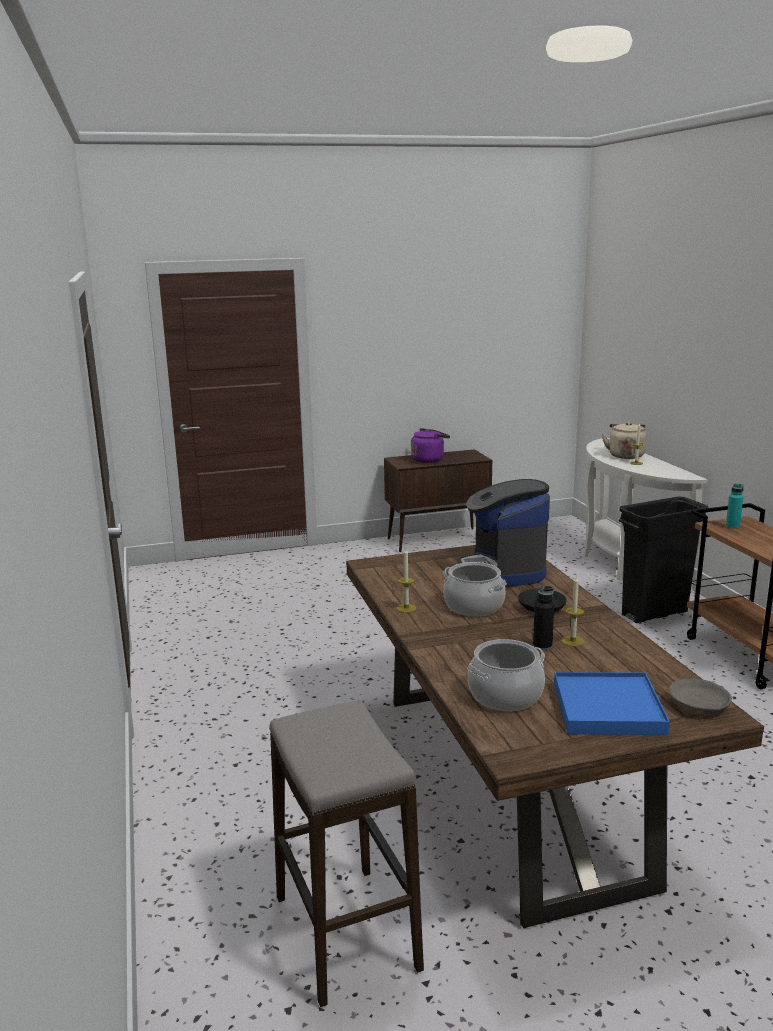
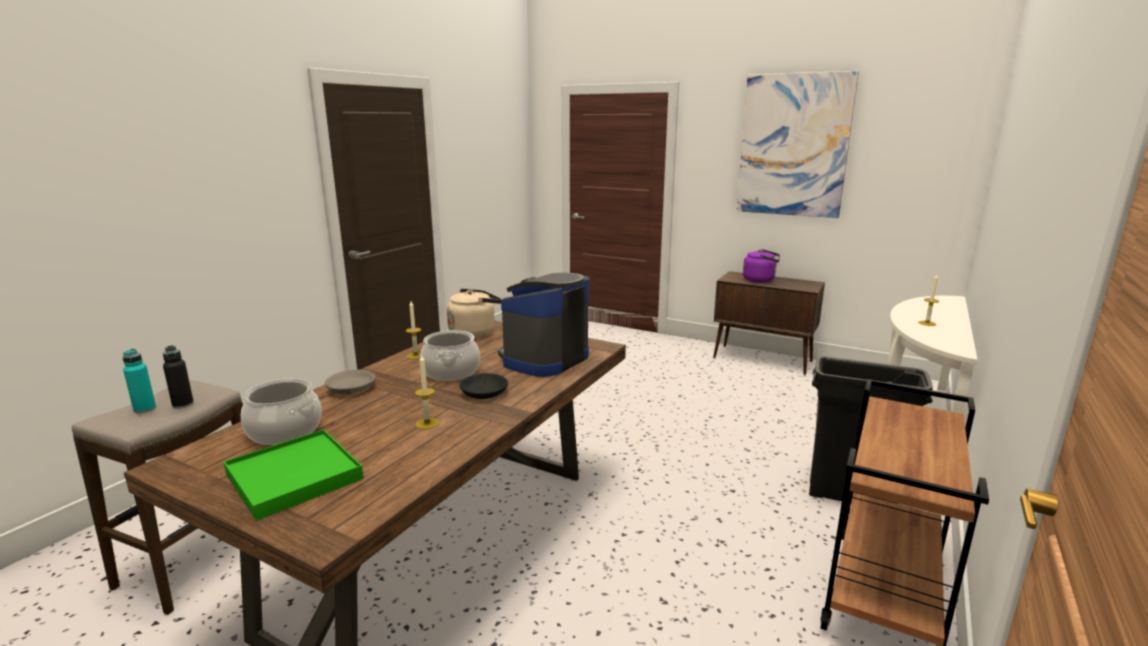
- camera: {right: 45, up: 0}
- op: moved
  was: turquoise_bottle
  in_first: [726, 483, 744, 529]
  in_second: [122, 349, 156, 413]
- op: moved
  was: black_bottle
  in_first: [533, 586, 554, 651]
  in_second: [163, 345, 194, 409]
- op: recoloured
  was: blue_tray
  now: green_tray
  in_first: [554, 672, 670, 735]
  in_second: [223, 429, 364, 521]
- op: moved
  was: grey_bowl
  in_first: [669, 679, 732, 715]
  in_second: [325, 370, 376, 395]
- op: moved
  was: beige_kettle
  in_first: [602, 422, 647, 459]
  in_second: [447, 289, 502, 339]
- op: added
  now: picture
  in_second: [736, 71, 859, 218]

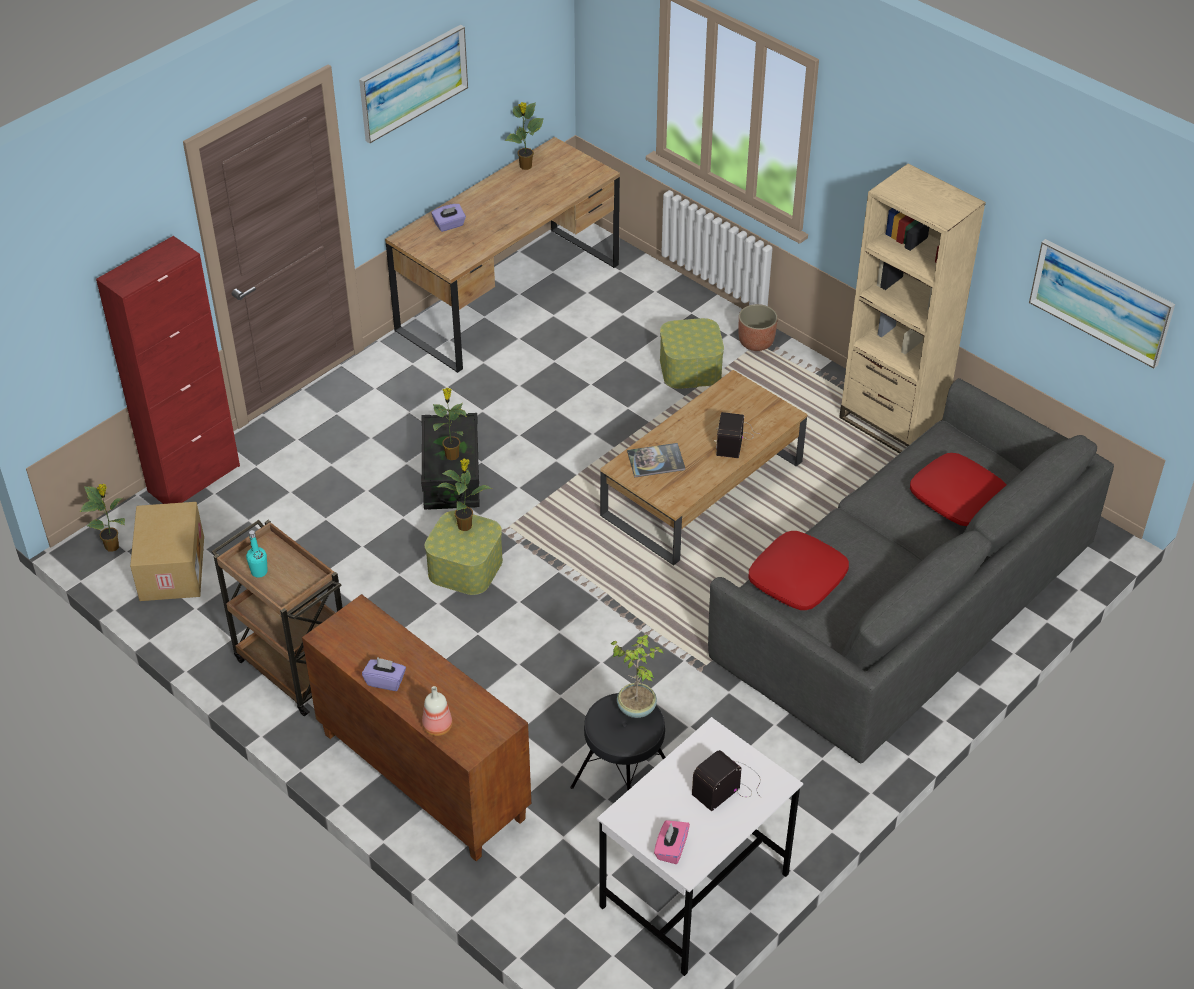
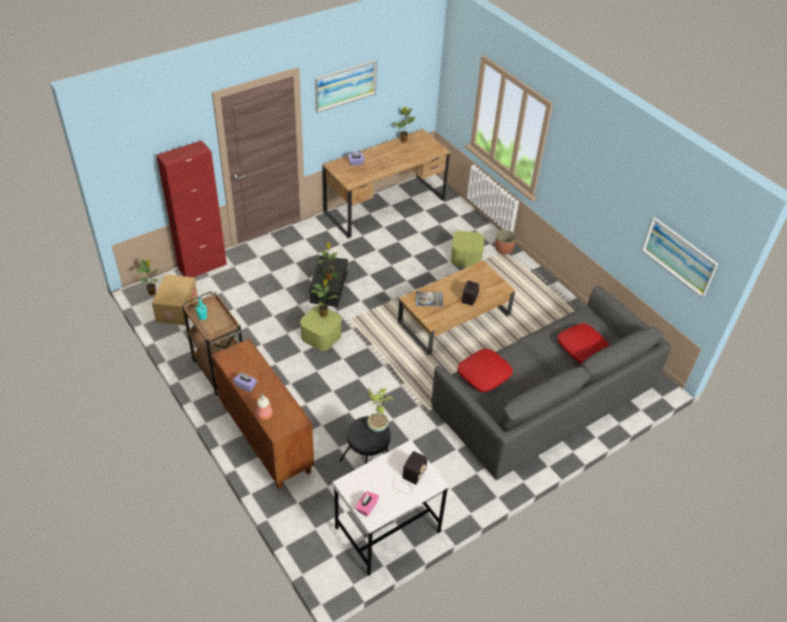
- camera: {right: 10, up: 0}
- op: turned
  was: radio
  in_first: [692, 750, 762, 811]
  in_second: [390, 451, 428, 494]
  clockwise: 150
- op: removed
  was: beige_bookcase
  in_first: [839, 163, 986, 454]

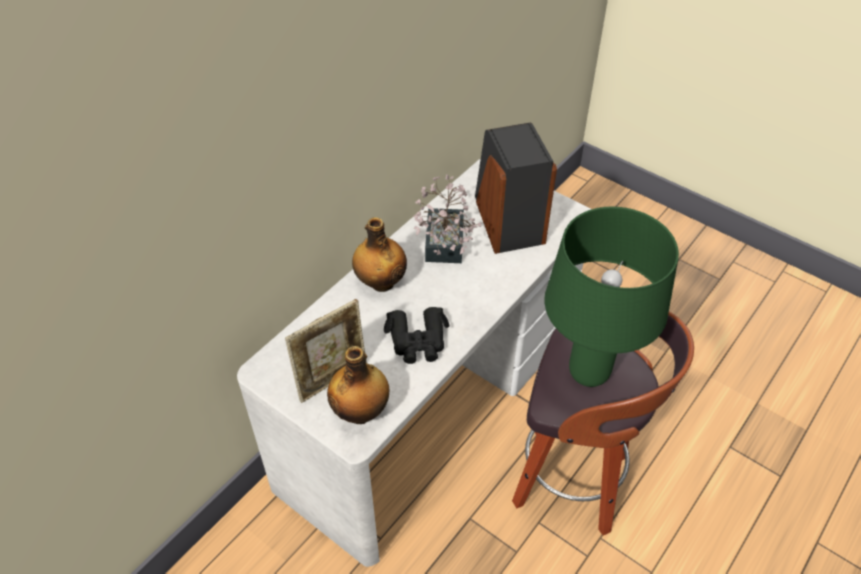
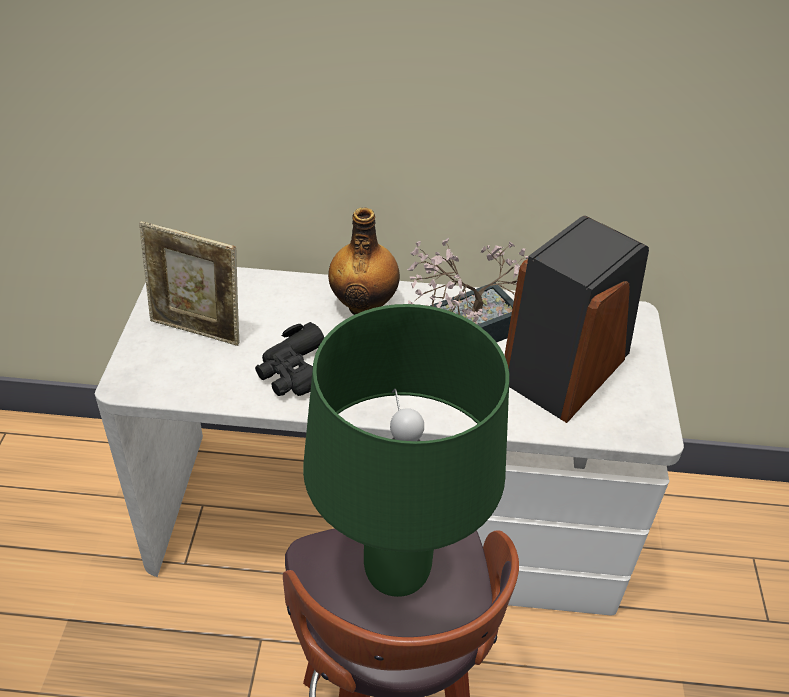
- camera: {right: 55, up: -5}
- op: removed
  was: bottle
  in_first: [327, 346, 389, 424]

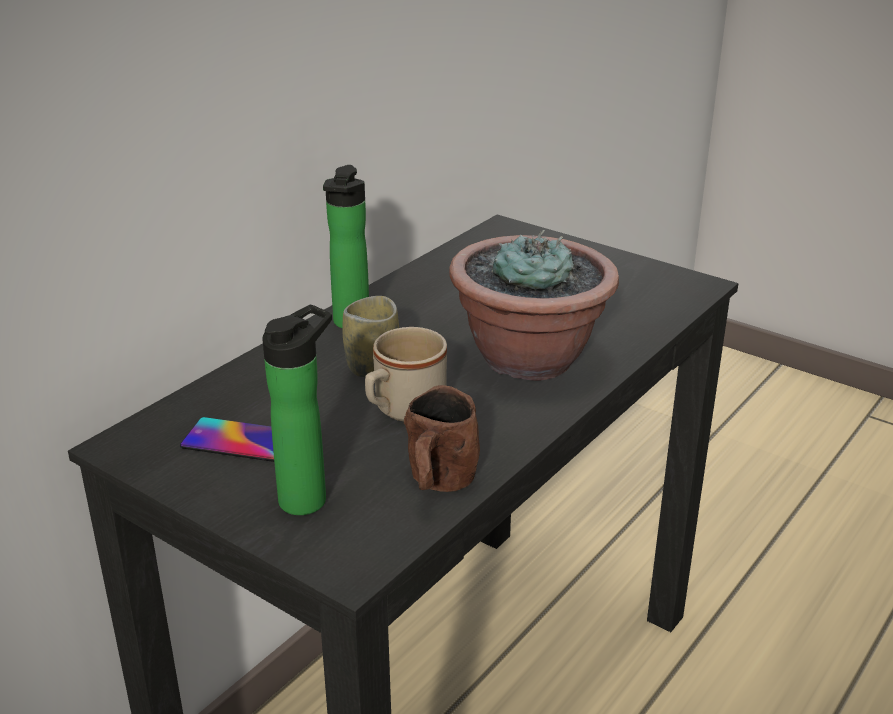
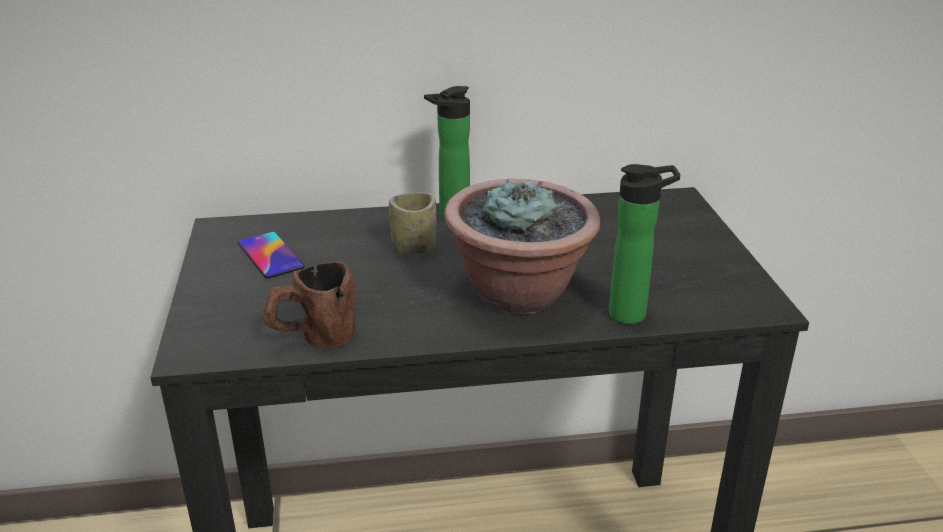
- camera: {right: 45, up: 0}
- op: moved
  was: bottle
  in_first: [262, 305, 332, 515]
  in_second: [609, 164, 680, 324]
- op: removed
  was: beige_mug
  in_first: [365, 327, 447, 421]

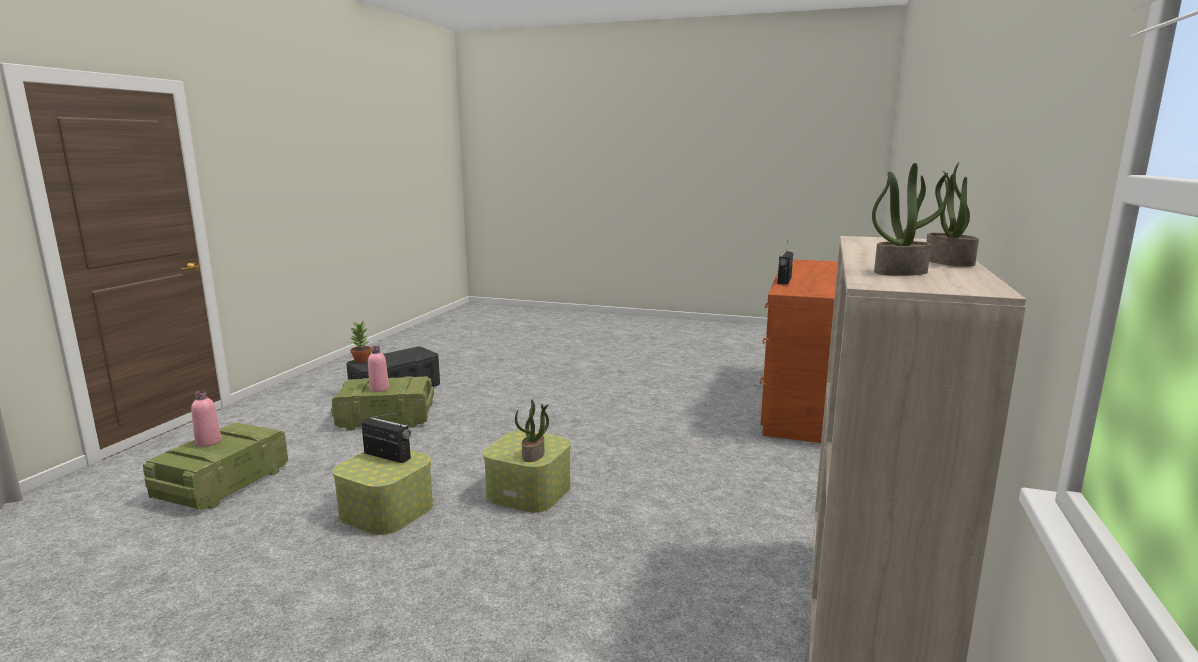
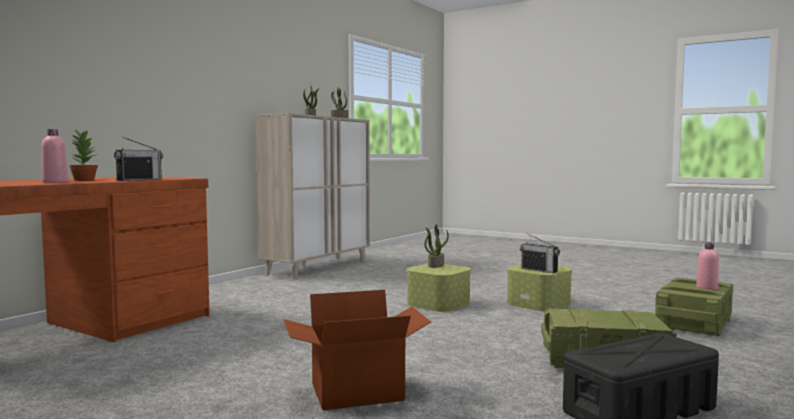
- camera: {right: -165, up: -10}
- op: moved
  was: pink_bottle
  in_first: [368, 346, 389, 392]
  in_second: [41, 129, 68, 183]
- op: moved
  was: potted_plant
  in_first: [350, 321, 372, 363]
  in_second: [69, 129, 98, 181]
- op: added
  now: cardboard_box
  in_second: [284, 290, 431, 410]

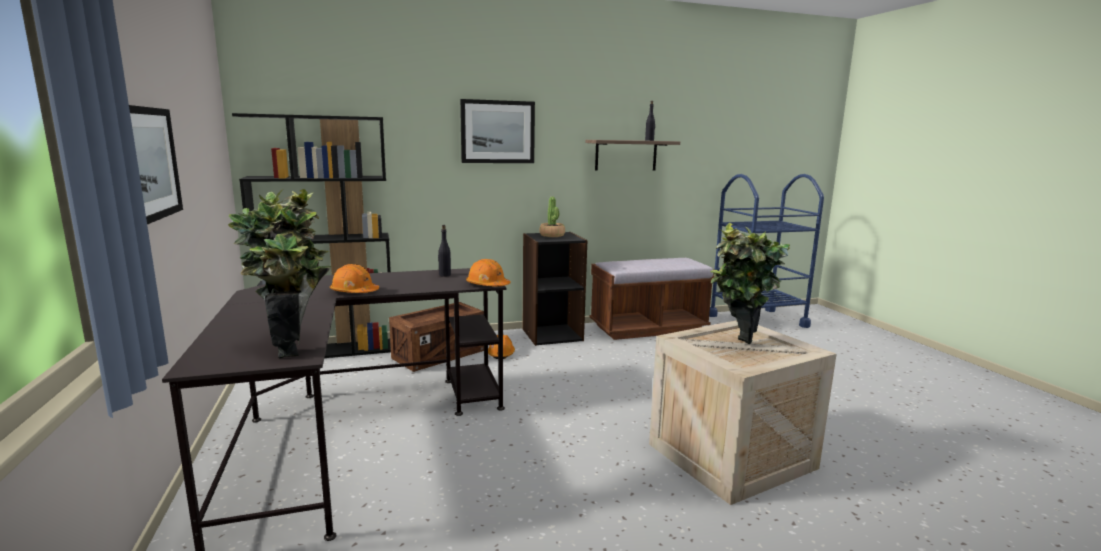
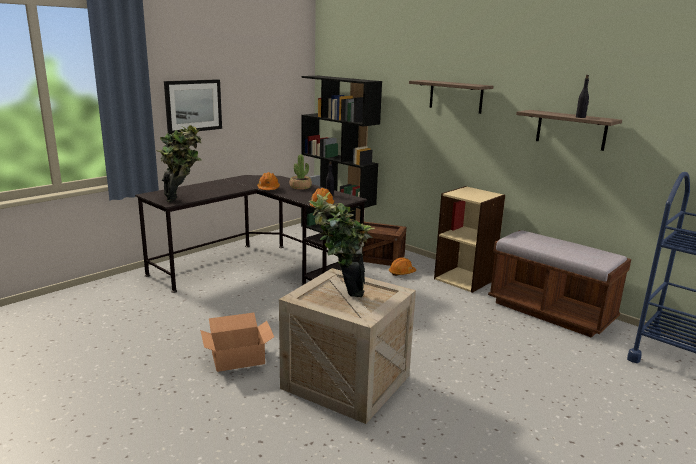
- camera: {right: 60, up: 5}
- op: added
  now: cardboard_box
  in_second: [200, 313, 274, 372]
- op: moved
  was: potted_plant
  in_first: [539, 197, 565, 237]
  in_second: [289, 154, 312, 190]
- op: replaced
  was: picture
  now: shelf
  in_first: [460, 99, 535, 163]
  in_second: [409, 80, 493, 114]
- op: recoloured
  was: black_bookcase
  now: beige_bookcase
  in_first: [523, 232, 587, 346]
  in_second: [434, 186, 505, 293]

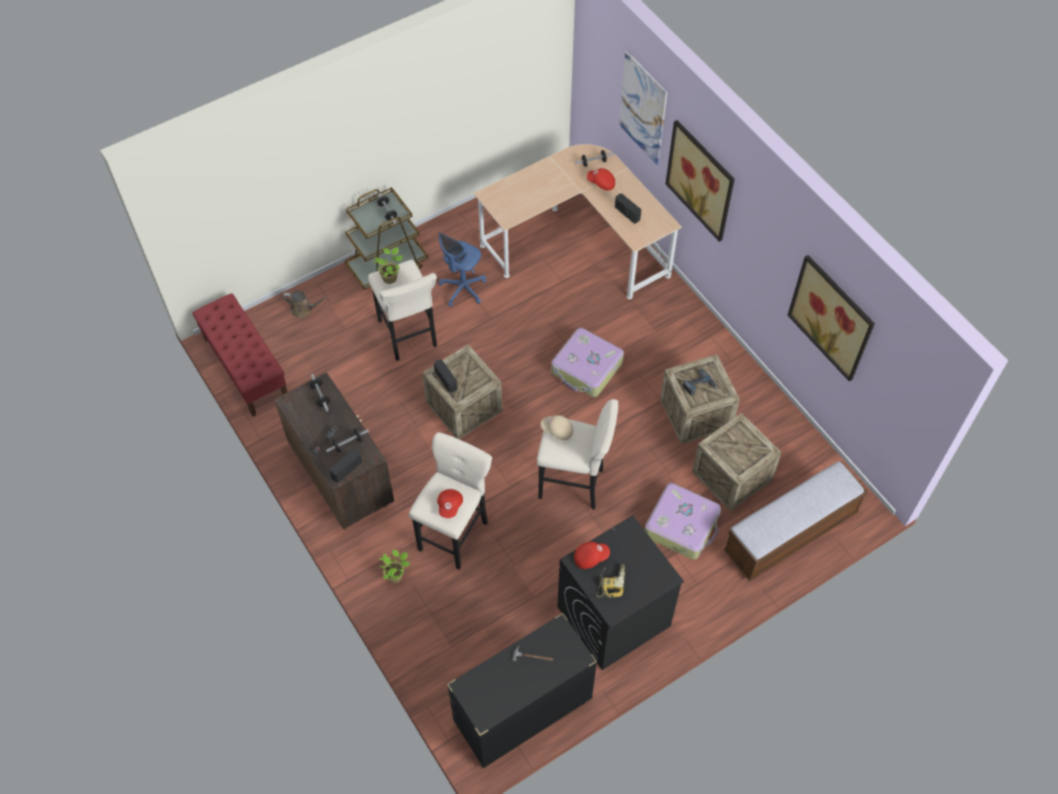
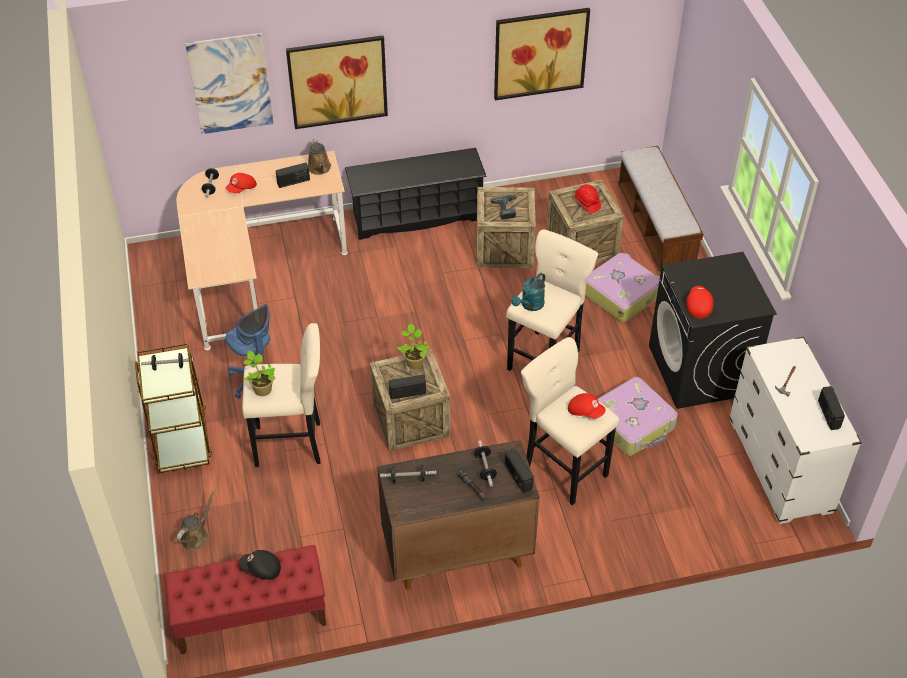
- camera: {right: -70, up: -10}
- op: added
  now: black_cap
  in_second: [239, 550, 281, 580]
- op: added
  now: brown_watering_can
  in_second: [308, 138, 331, 175]
- op: added
  now: black_shoe_rack
  in_second: [345, 148, 487, 240]
- op: moved
  was: potted_plant
  in_first: [379, 550, 410, 583]
  in_second: [397, 323, 429, 369]
- op: replaced
  was: beige_cap
  now: turquoise_watering_can
  in_first: [541, 415, 573, 440]
  in_second: [511, 273, 545, 311]
- op: added
  now: red_hard_hat
  in_second: [575, 184, 601, 213]
- op: moved
  was: suitcase
  in_first: [551, 328, 624, 397]
  in_second: [597, 377, 678, 456]
- op: recoloured
  was: black_dresser
  now: white_dresser
  in_first: [447, 613, 597, 769]
  in_second: [729, 337, 862, 524]
- op: added
  now: radio
  in_second: [818, 386, 845, 430]
- op: removed
  was: power_drill
  in_first: [596, 564, 625, 598]

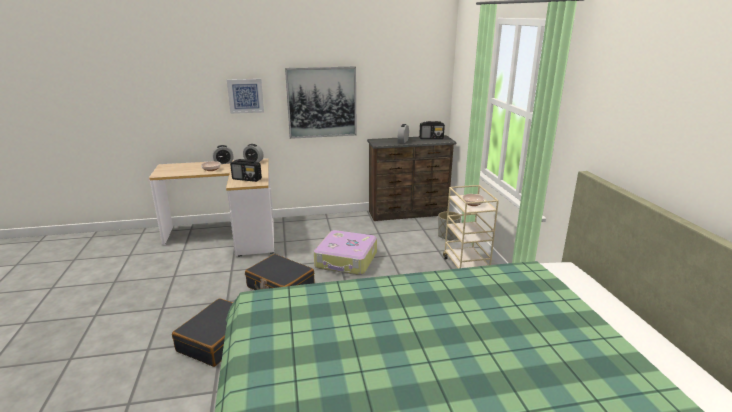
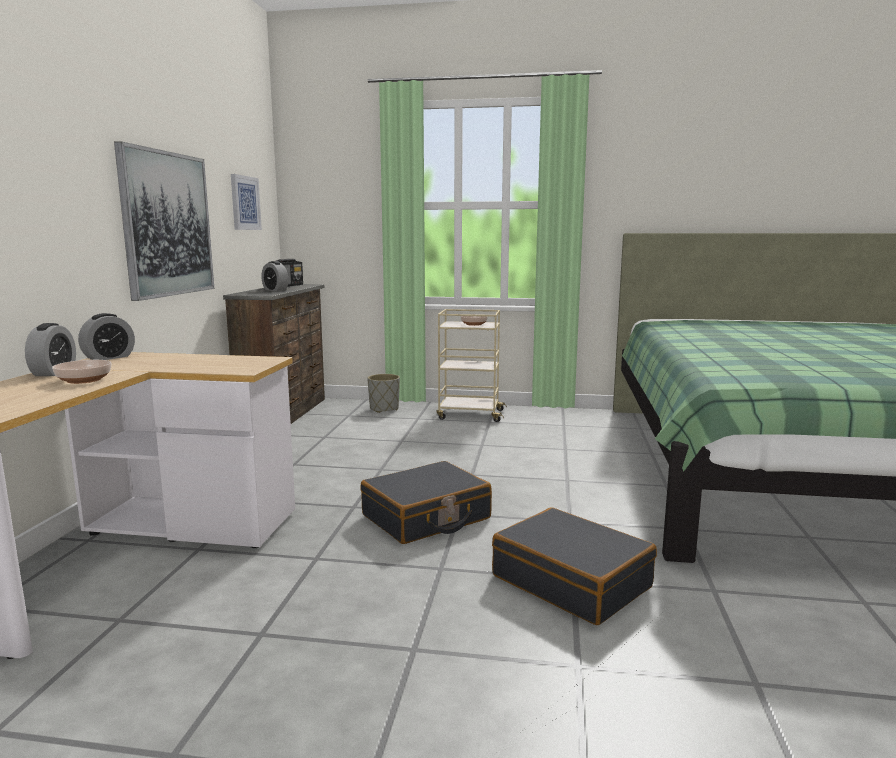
- camera: {right: -70, up: -10}
- op: moved
  was: picture
  in_first: [227, 79, 264, 114]
  in_second: [231, 174, 262, 230]
- op: removed
  was: radio
  in_first: [230, 159, 262, 182]
- op: removed
  was: suitcase
  in_first: [314, 230, 377, 275]

